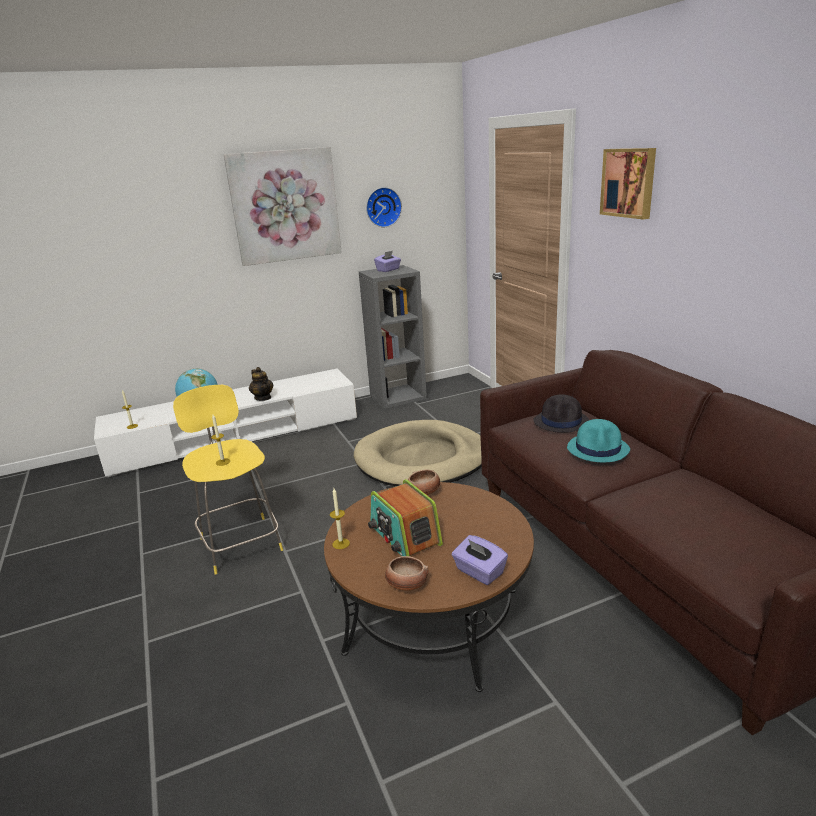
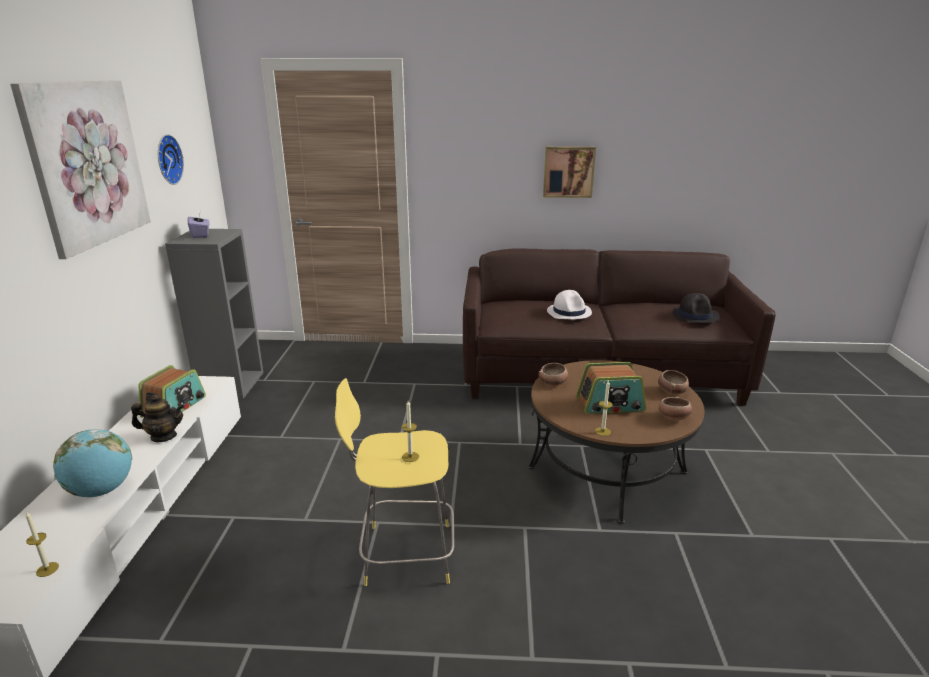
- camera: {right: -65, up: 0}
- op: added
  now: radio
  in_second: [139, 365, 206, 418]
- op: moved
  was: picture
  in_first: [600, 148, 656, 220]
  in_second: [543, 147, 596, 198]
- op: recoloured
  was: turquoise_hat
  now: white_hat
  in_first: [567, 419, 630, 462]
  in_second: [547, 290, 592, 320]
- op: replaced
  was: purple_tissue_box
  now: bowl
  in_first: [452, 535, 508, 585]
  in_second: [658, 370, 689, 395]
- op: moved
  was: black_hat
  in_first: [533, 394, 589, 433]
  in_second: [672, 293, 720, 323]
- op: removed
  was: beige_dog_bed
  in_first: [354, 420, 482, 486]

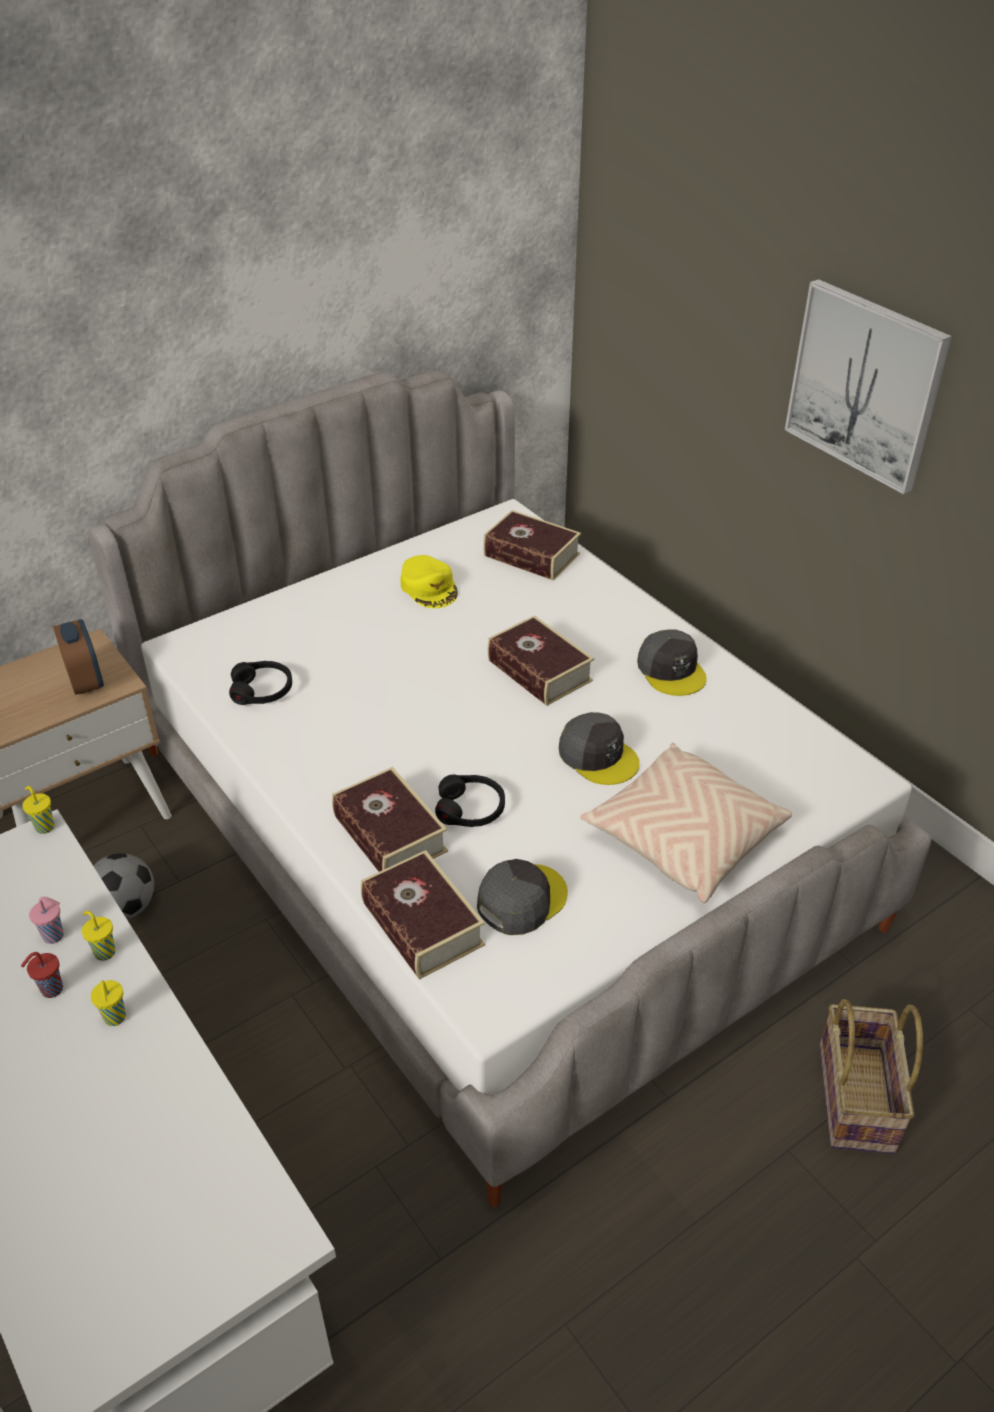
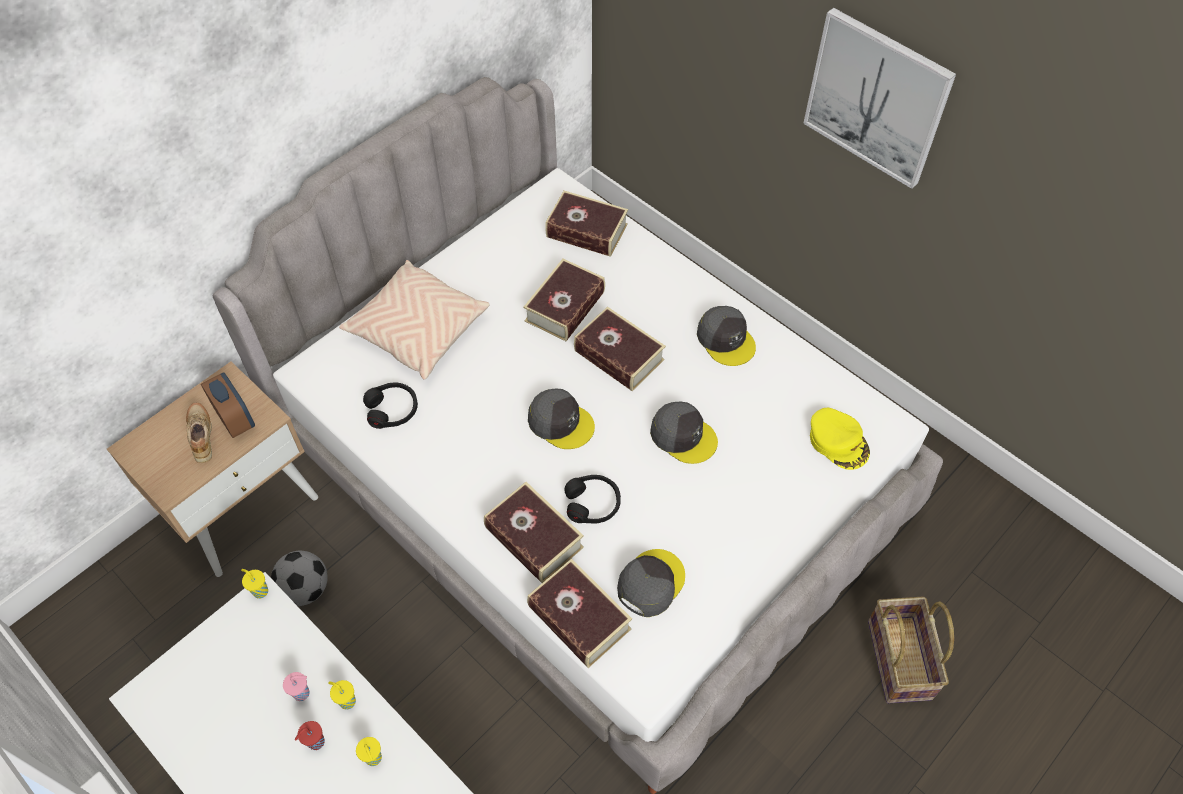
- camera: {right: -10, up: 15}
- op: added
  now: beige_shoe
  in_second: [186, 403, 212, 463]
- op: moved
  was: beige_pillow
  in_first: [580, 743, 792, 903]
  in_second: [339, 260, 489, 380]
- op: added
  now: book
  in_second: [523, 259, 605, 341]
- op: added
  now: grey_cap
  in_second: [528, 388, 595, 449]
- op: moved
  was: yellow_cap
  in_first: [400, 555, 458, 608]
  in_second: [810, 408, 870, 470]

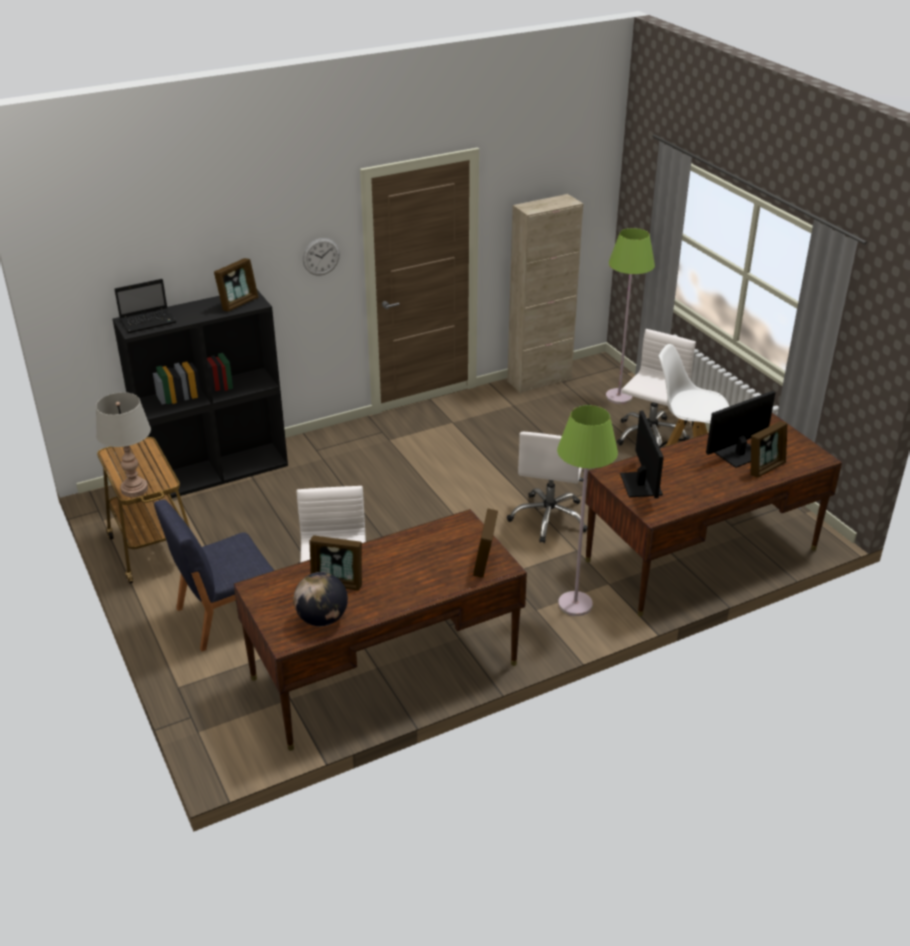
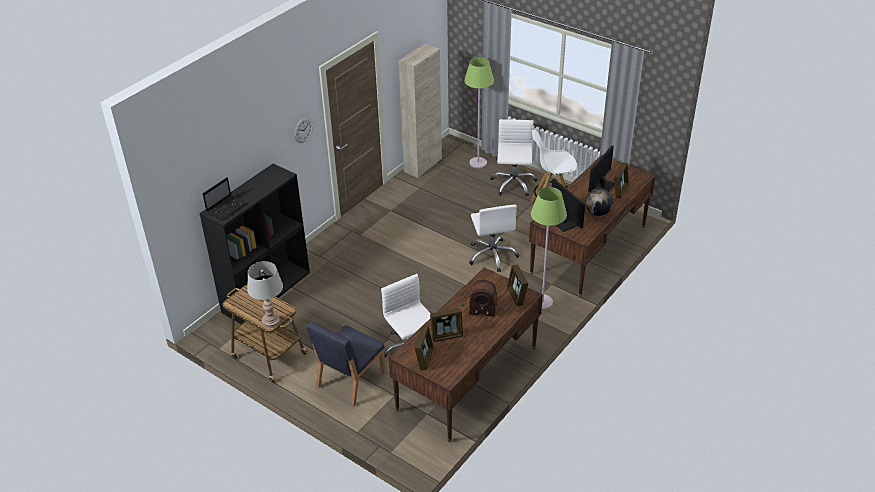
- camera: {right: -25, up: 5}
- op: moved
  was: picture_frame
  in_first: [214, 258, 259, 312]
  in_second: [414, 326, 434, 370]
- op: added
  now: radio
  in_second: [462, 280, 497, 317]
- op: moved
  was: globe
  in_first: [293, 572, 348, 626]
  in_second: [585, 189, 613, 216]

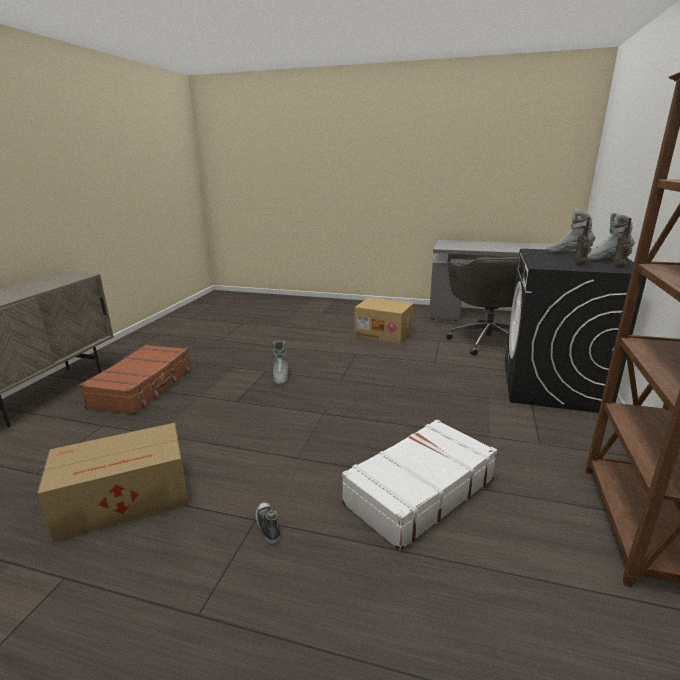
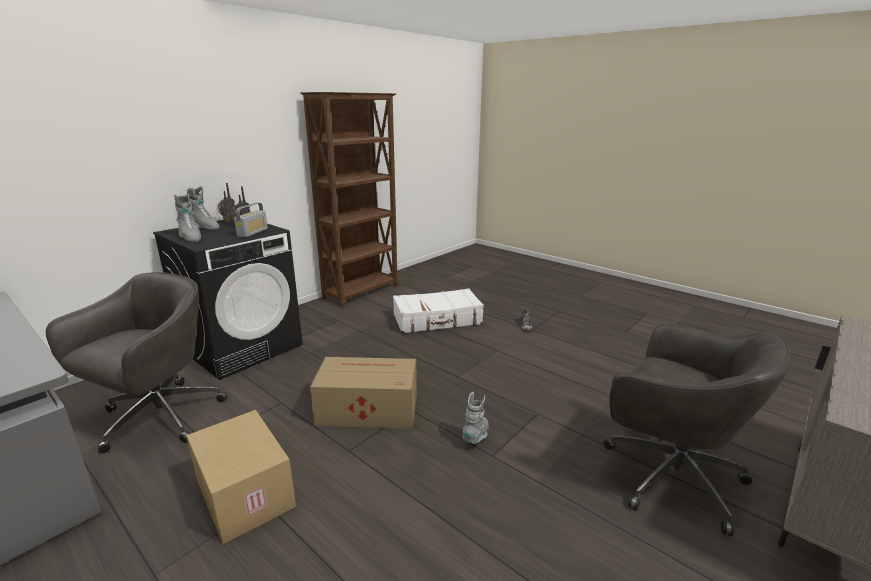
- camera: {right: -155, up: 0}
- op: added
  now: radio
  in_second: [234, 203, 268, 237]
- op: moved
  was: cardboard_box
  in_first: [37, 423, 189, 542]
  in_second: [310, 357, 417, 429]
- op: replaced
  was: brown_suitcase
  now: grey_office_chair
  in_first: [79, 344, 191, 415]
  in_second: [603, 324, 791, 536]

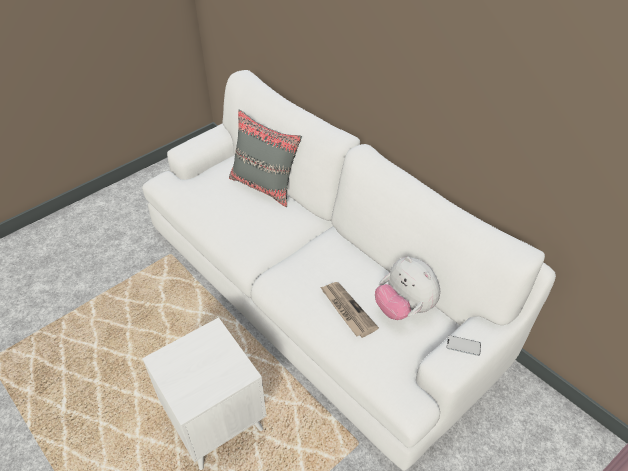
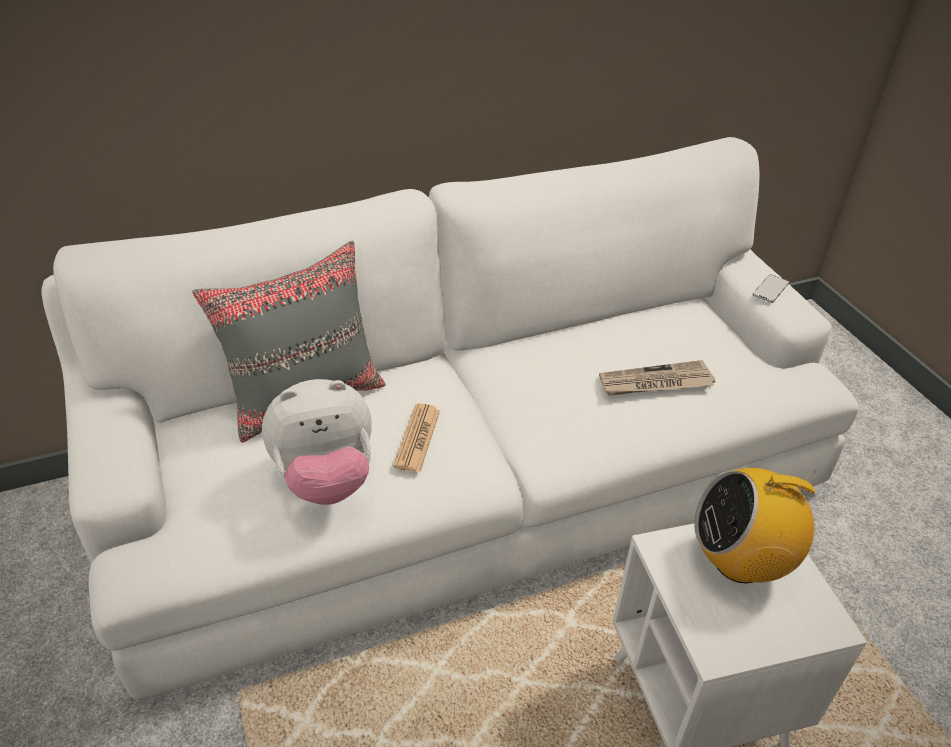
- camera: {right: -70, up: -5}
- op: moved
  was: plush_toy
  in_first: [375, 256, 440, 320]
  in_second: [262, 379, 372, 505]
- op: added
  now: newspaper
  in_second: [393, 404, 440, 472]
- op: added
  now: radio
  in_second: [694, 468, 816, 583]

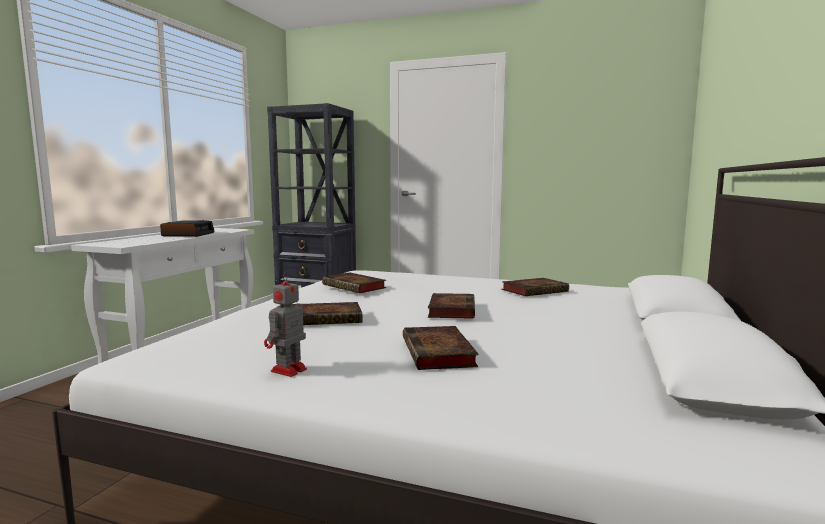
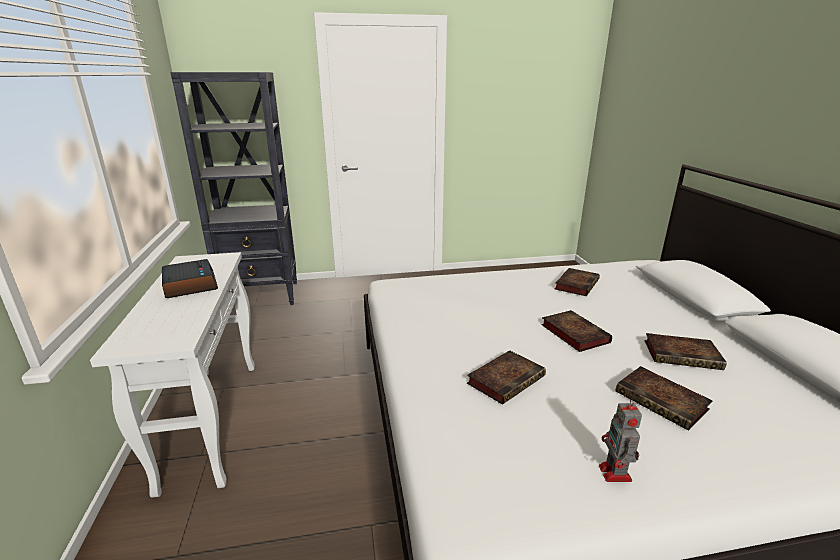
- camera: {right: -30, up: 15}
- op: moved
  was: book
  in_first: [322, 272, 386, 294]
  in_second: [644, 333, 727, 370]

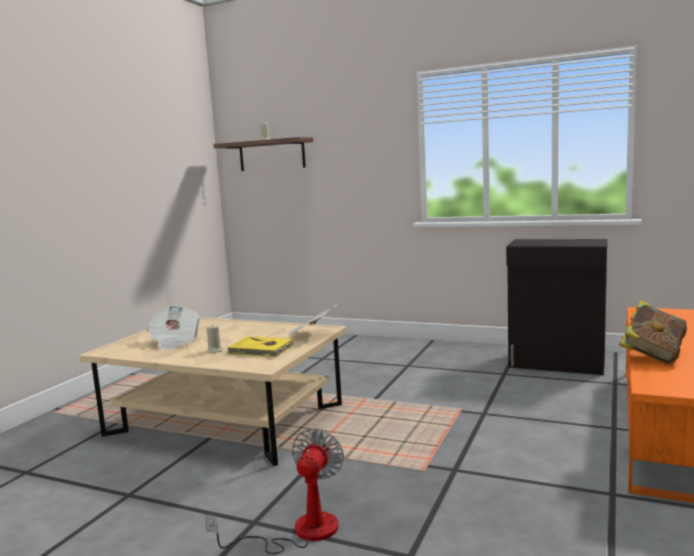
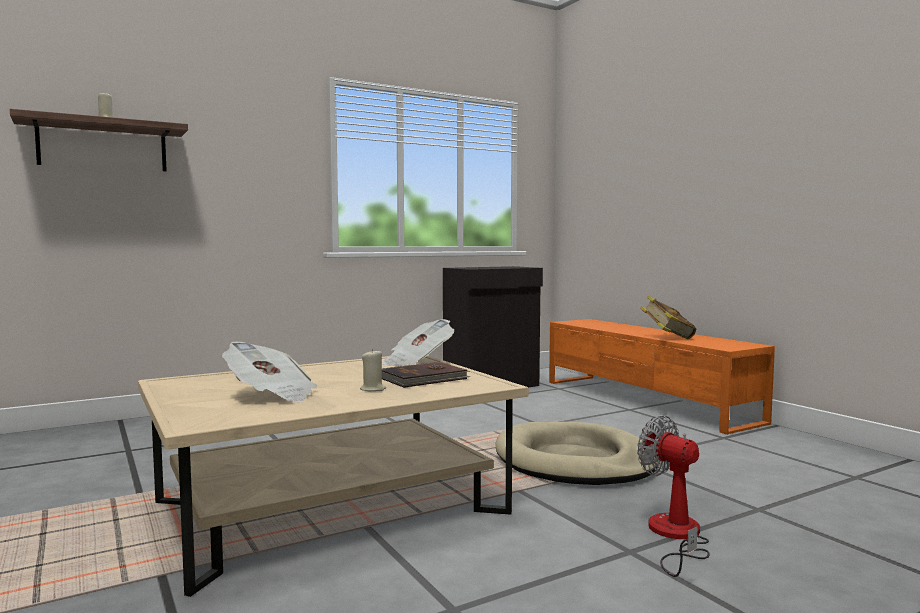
- camera: {right: -55, up: -5}
- op: recoloured
  was: yellow_book
  now: brown_book
  in_first: [228, 336, 293, 357]
  in_second: [382, 362, 471, 388]
- op: added
  now: beige_dog_bed
  in_second: [496, 422, 659, 485]

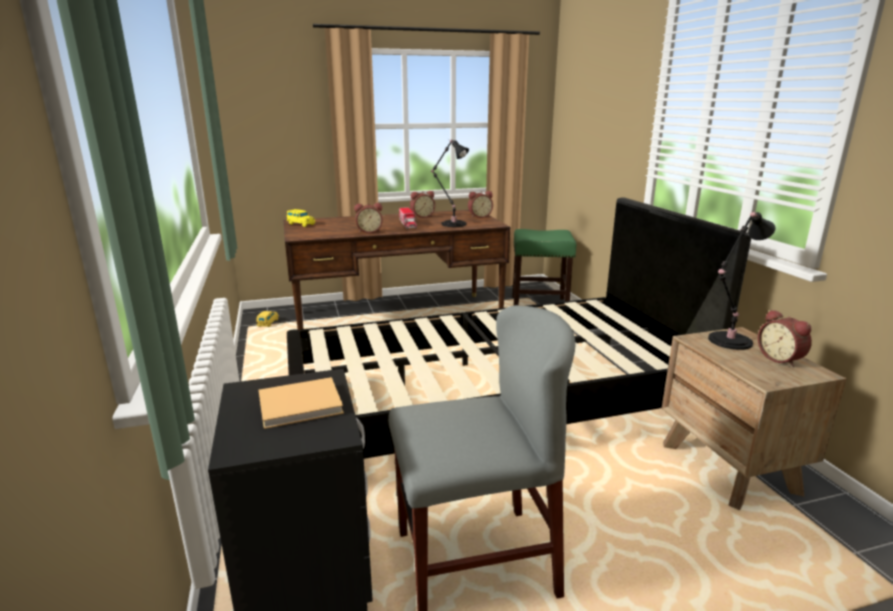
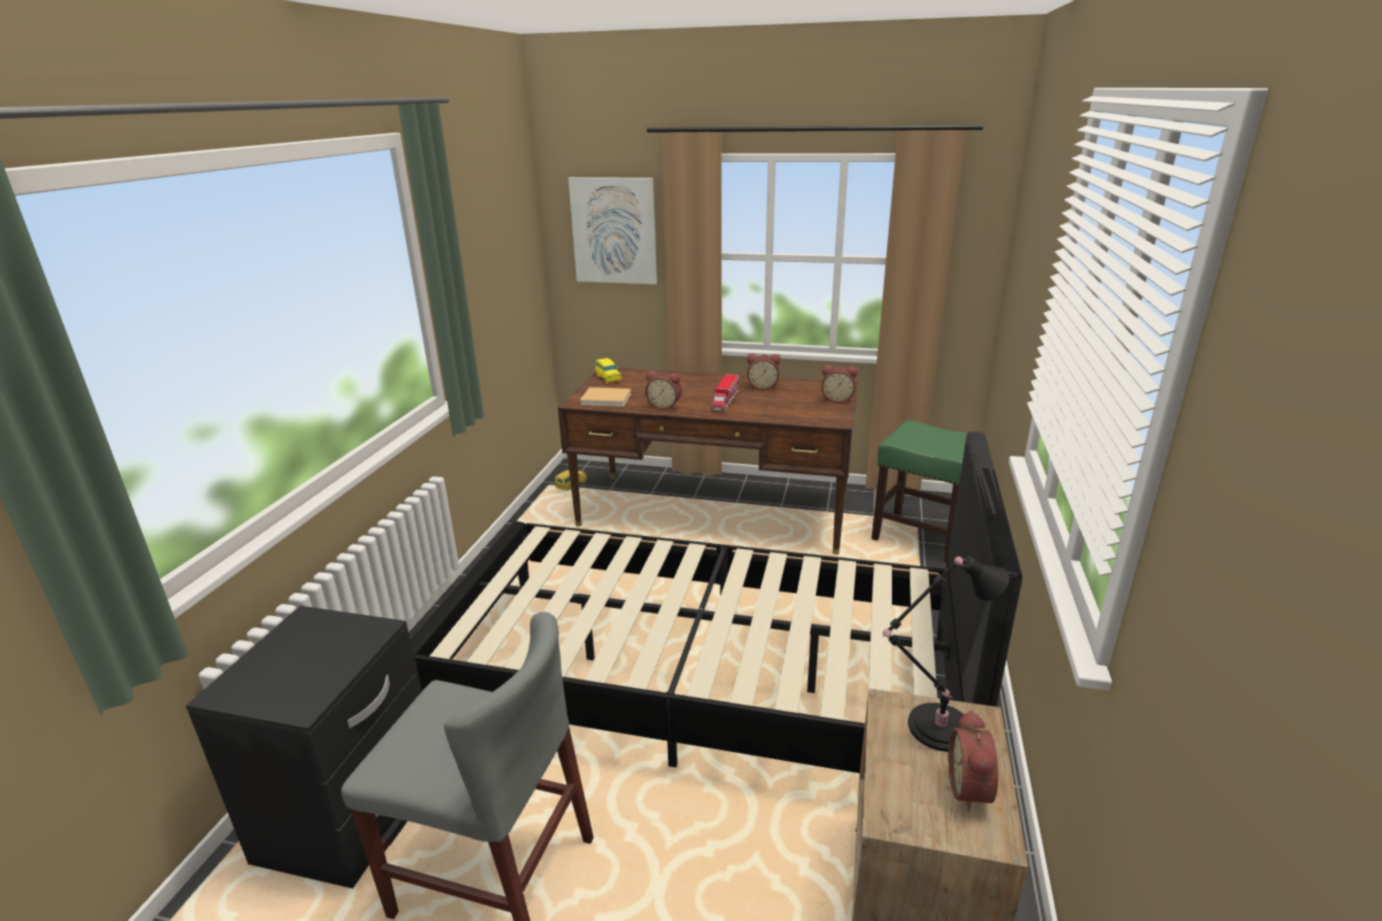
- camera: {right: 30, up: 5}
- op: added
  now: picture
  in_second: [568, 177, 657, 284]
- op: moved
  was: beige_book
  in_first: [258, 377, 344, 429]
  in_second: [580, 387, 631, 407]
- op: removed
  was: black_table_lamp
  in_first: [431, 139, 469, 227]

